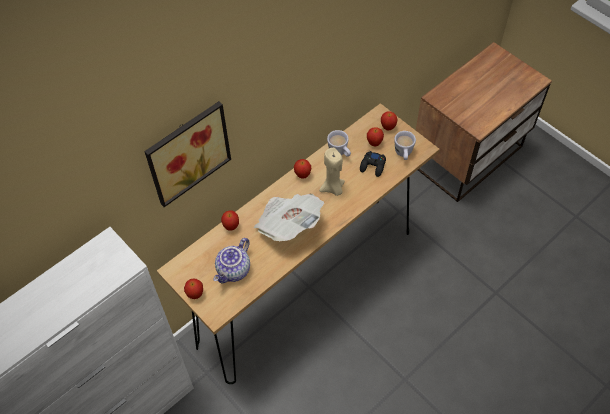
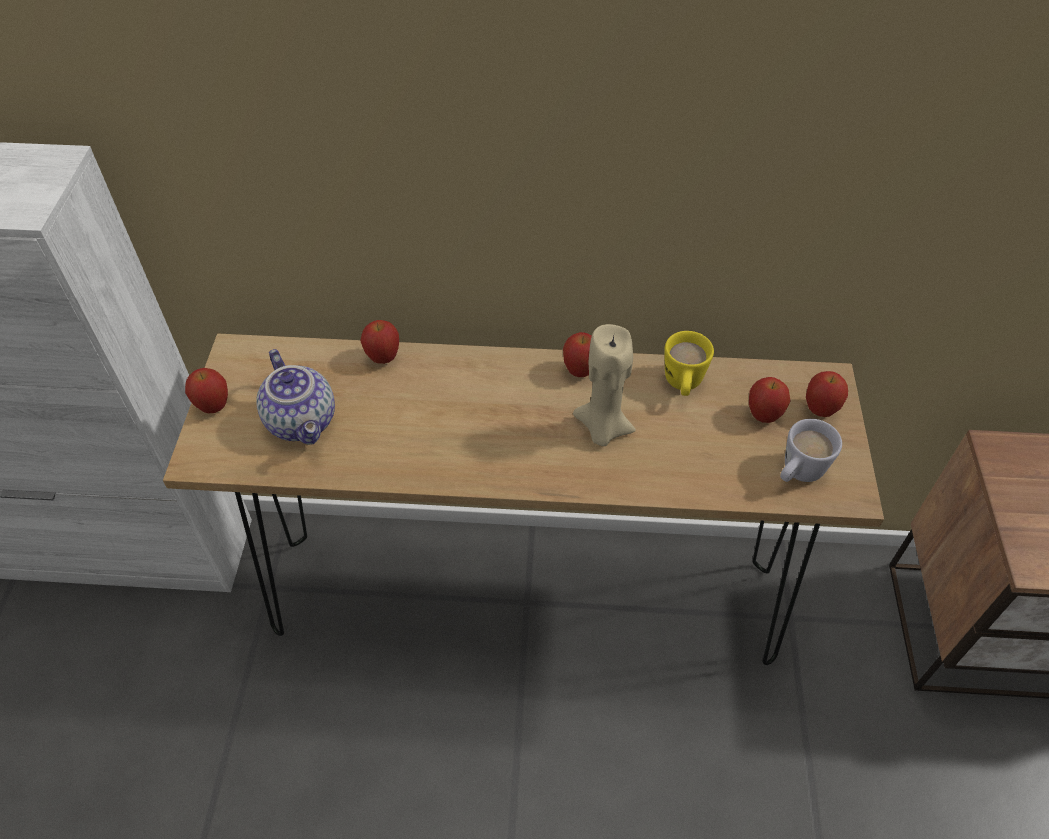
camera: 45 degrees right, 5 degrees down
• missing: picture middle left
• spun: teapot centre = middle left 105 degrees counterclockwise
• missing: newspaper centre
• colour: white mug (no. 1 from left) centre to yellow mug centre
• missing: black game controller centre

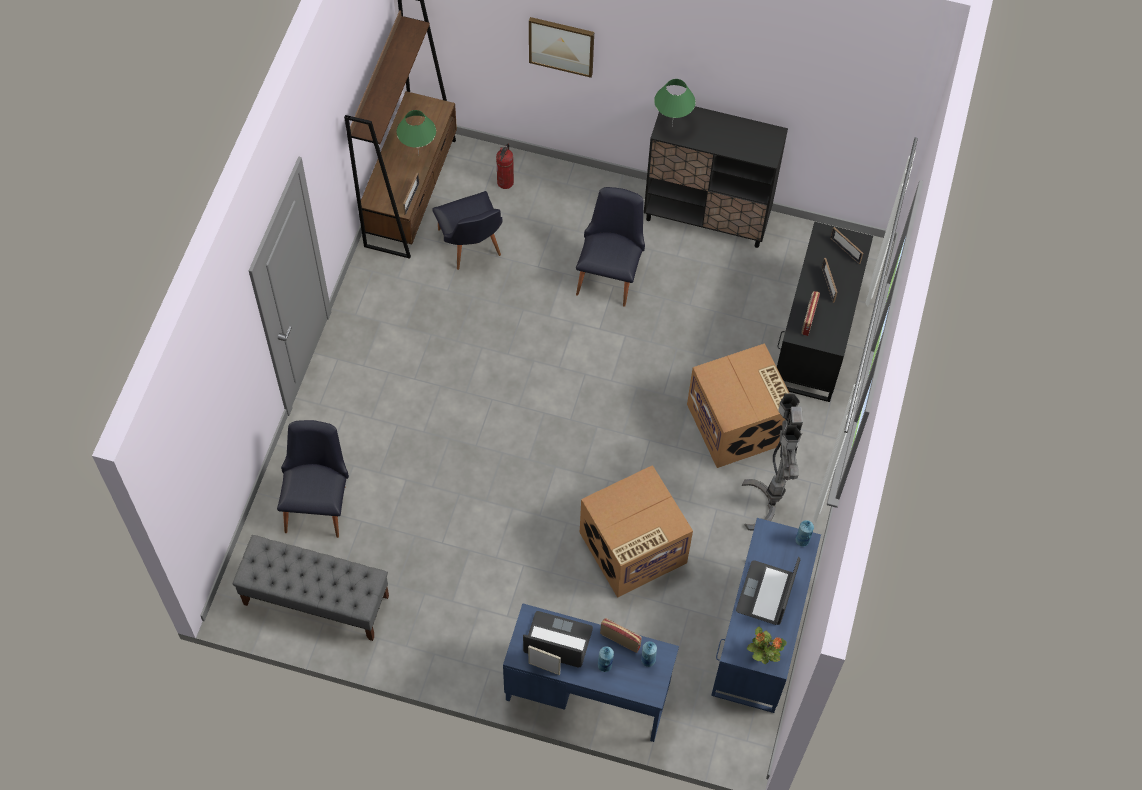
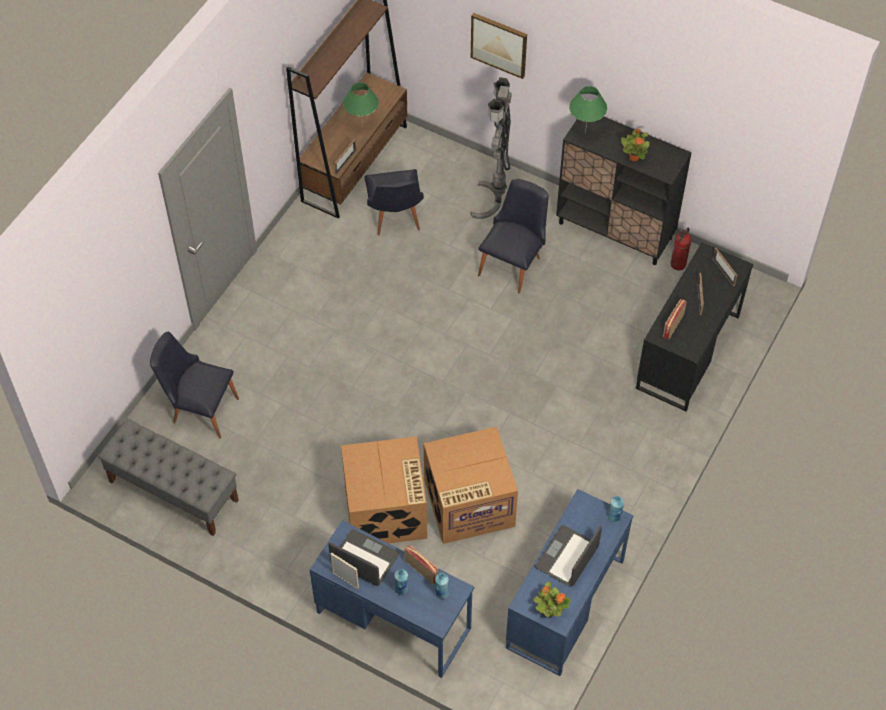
camera: 15 degrees right, 5 degrees down
• spun: black chair (no. 1 from left) middle left = middle left 90 degrees counterclockwise
• relocated: fire extinguisher top centre to middle right
• relocated: cardboard box (no. 2 from left in the first image) centre to cardboard box (no. 1 from left) bottom centre
• relocated: grey floor lamp middle right to top centre
• appeared: potted plant (no. 2 from left) top right

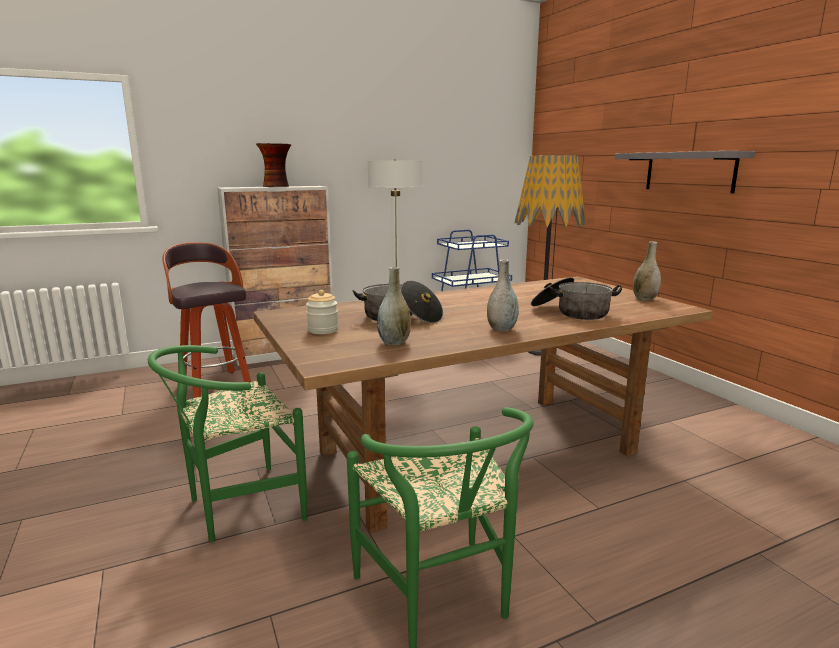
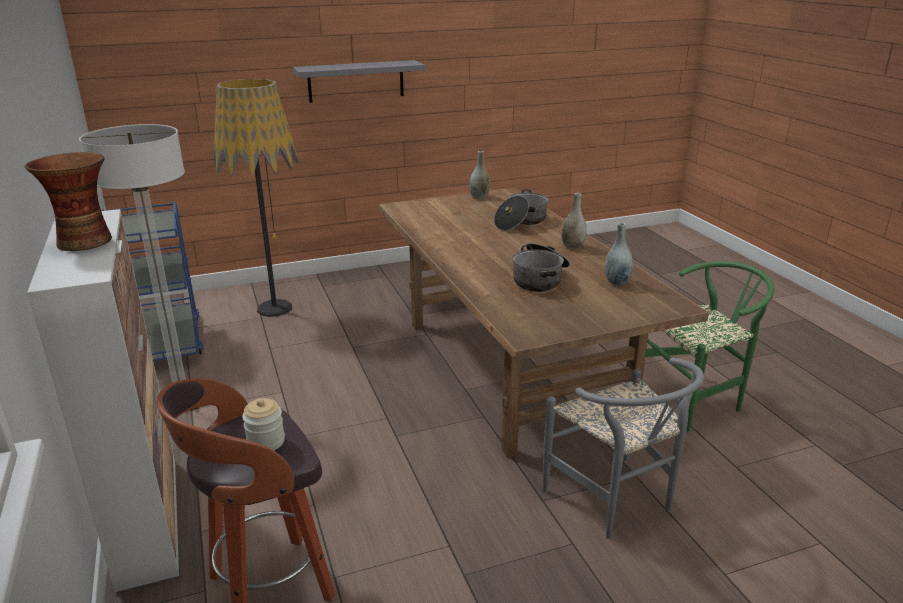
camera: 85 degrees left, 10 degrees up
• colour: green chair (no. 1 from left) bottom left to grey chair bottom right
• relocated: jar centre to bottom left

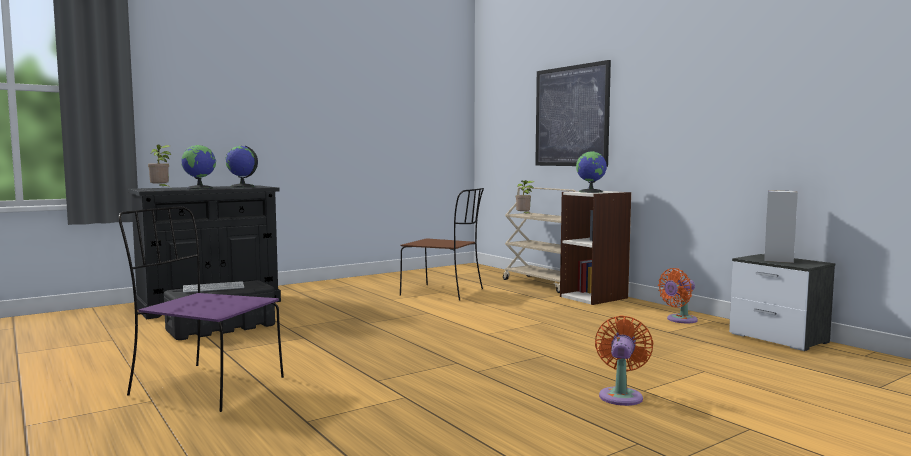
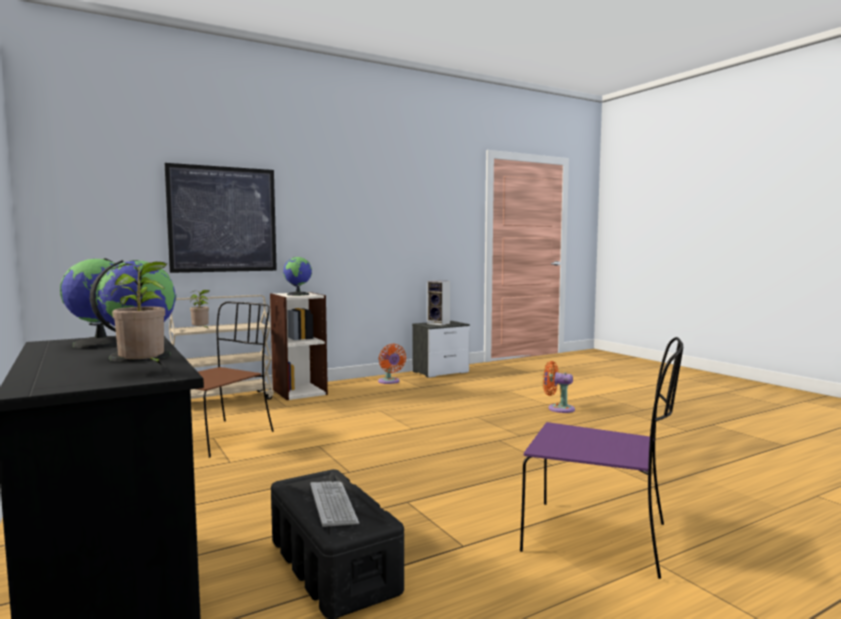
camera: 85 degrees left, 0 degrees up
• spun: purple chair bottom left = bottom right 90 degrees counterclockwise

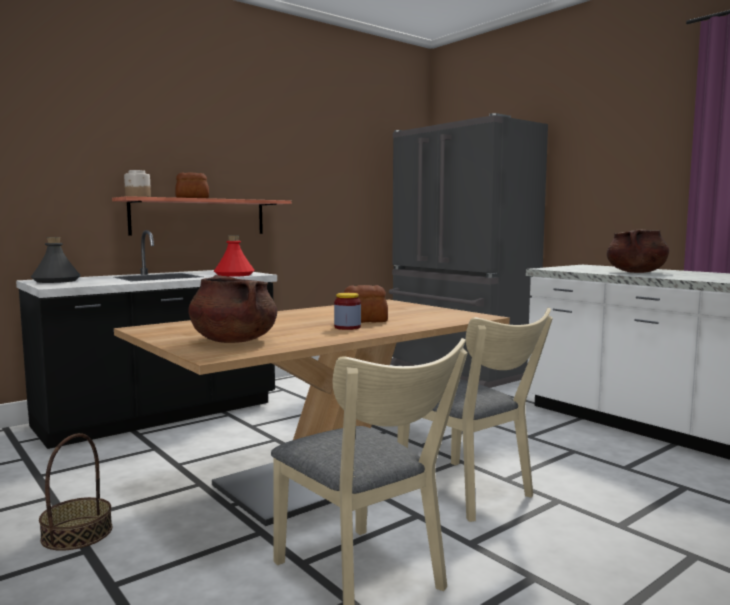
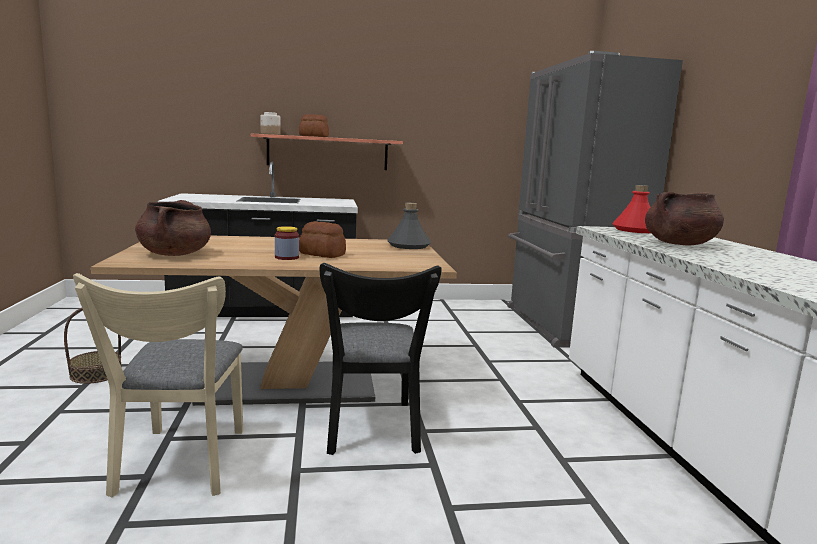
camera: 30 degrees right, 5 degrees up
• relocated: grey bottle middle left to centre
• relocated: red bottle middle left to middle right
• colour: beige chair (no. 2 from left) bottom centre to black chair centre

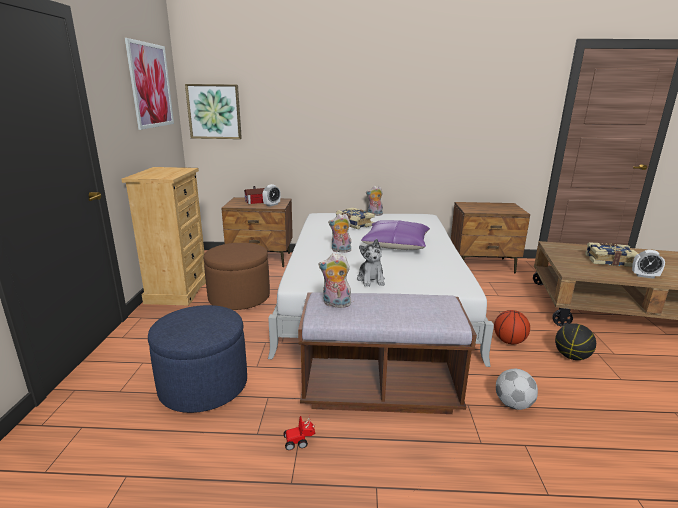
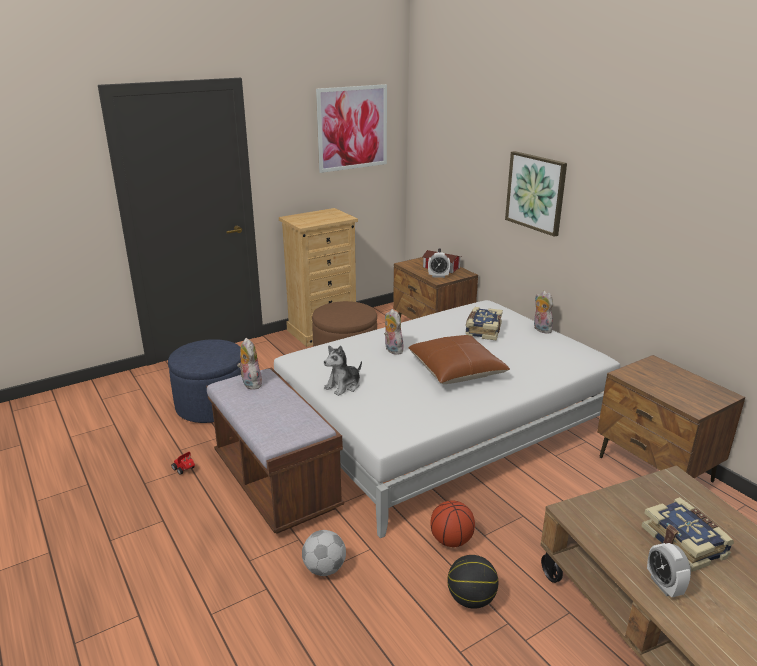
camera: 55 degrees right, 5 degrees up
• relocated: picture (no. 2 from left) top left to top right
• colour: purple pillow centre to brown pillow centre

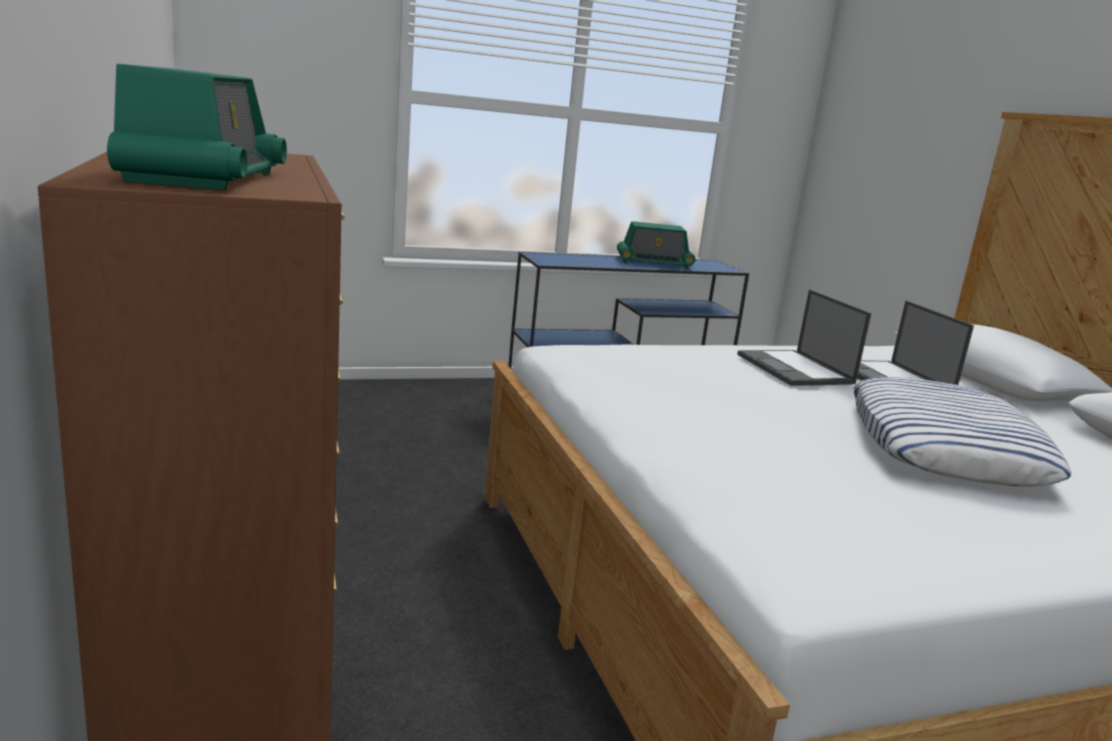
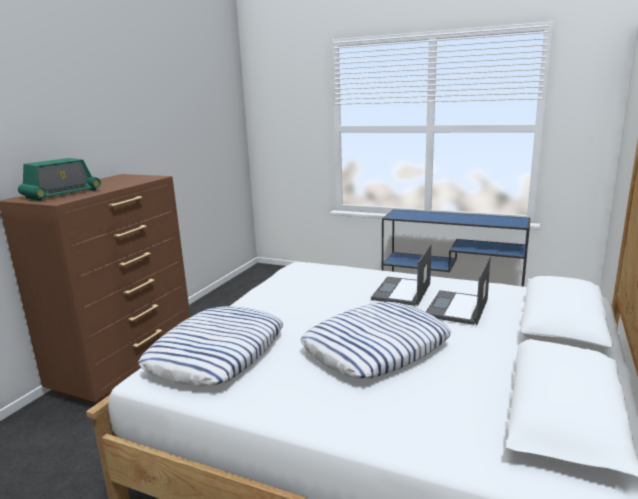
camera: 45 degrees right, 0 degrees up
• missing: radio (no. 2 from left) top centre
• appeared: pillow (no. 1 from left) bottom left

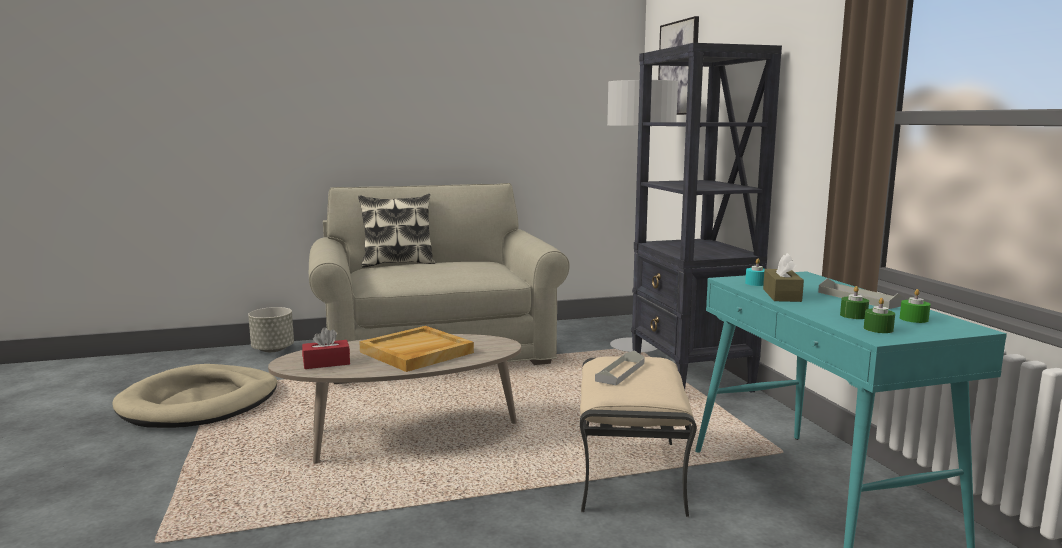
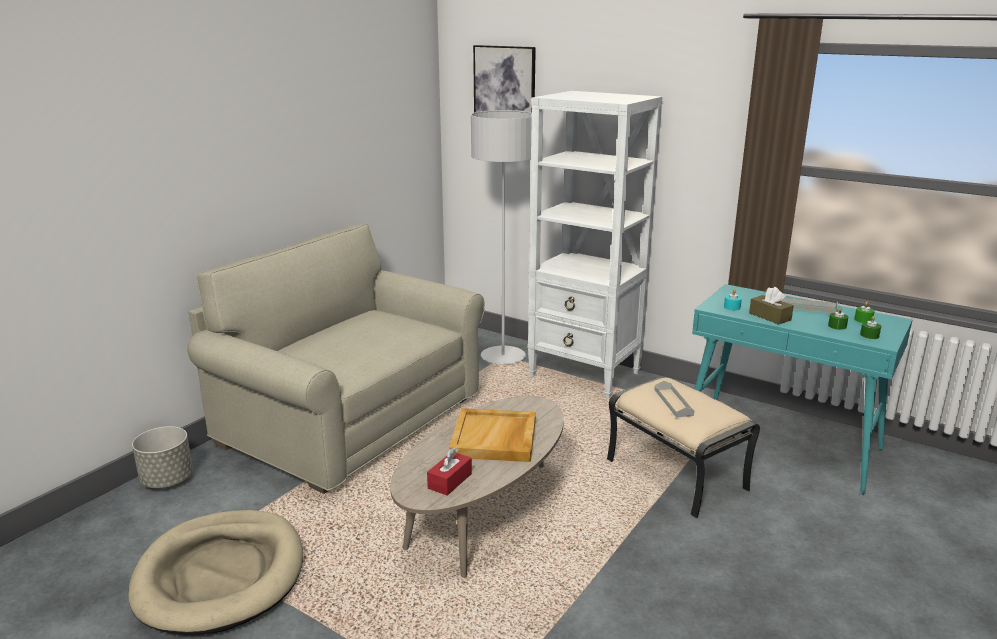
camera: 40 degrees left, 10 degrees up
• missing: pillow centre
• colour: black bookcase centre to white bookcase centre

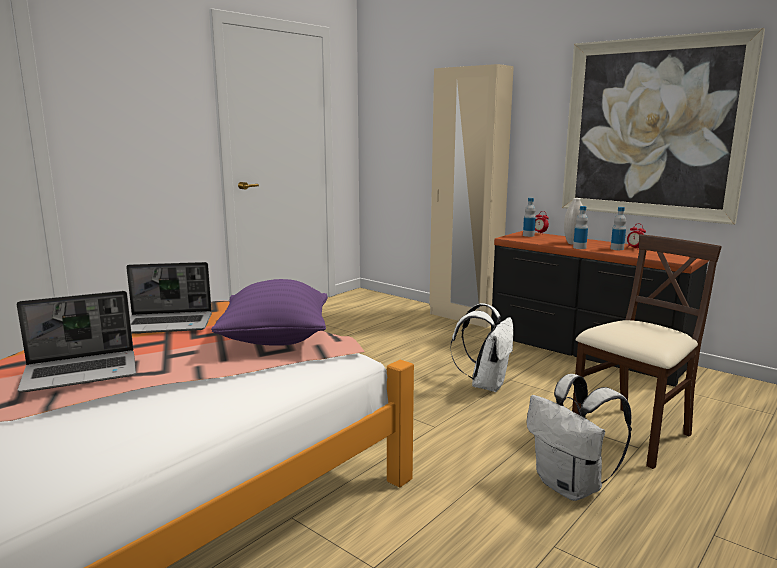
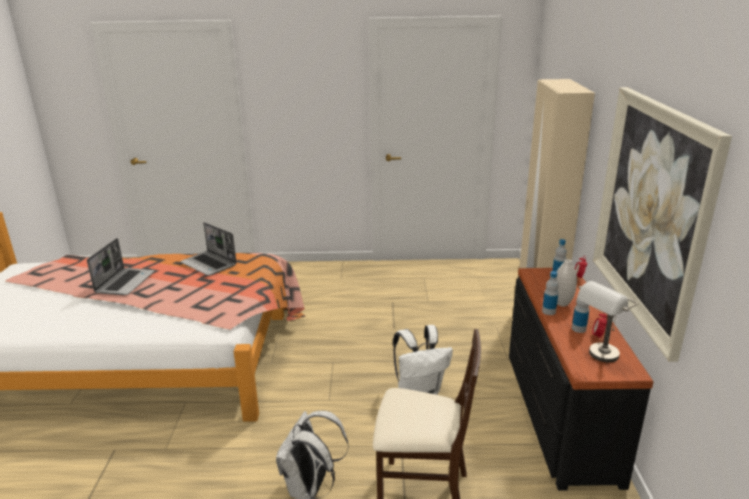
camera: 50 degrees right, 10 degrees up
• spun: laptop (no. 1 from left) middle left = middle left 105 degrees counterclockwise
• missing: purple pillow centre
• appeared: grey table lamp middle right

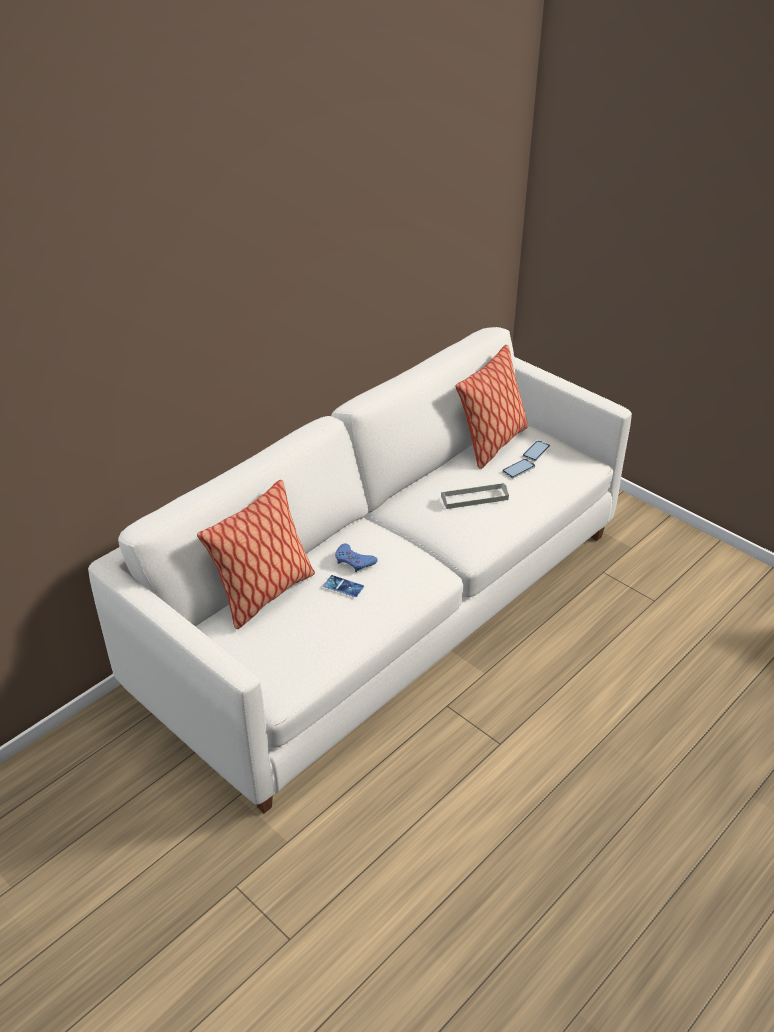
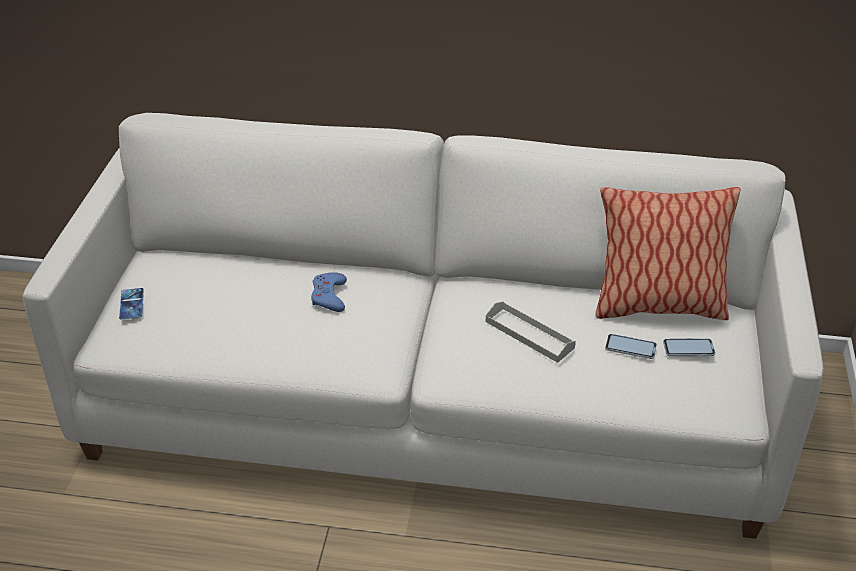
camera: 55 degrees right, 0 degrees up
• missing: pillow (no. 1 from left) middle left
• relocated: phone (no. 1 from left) centre to middle left

